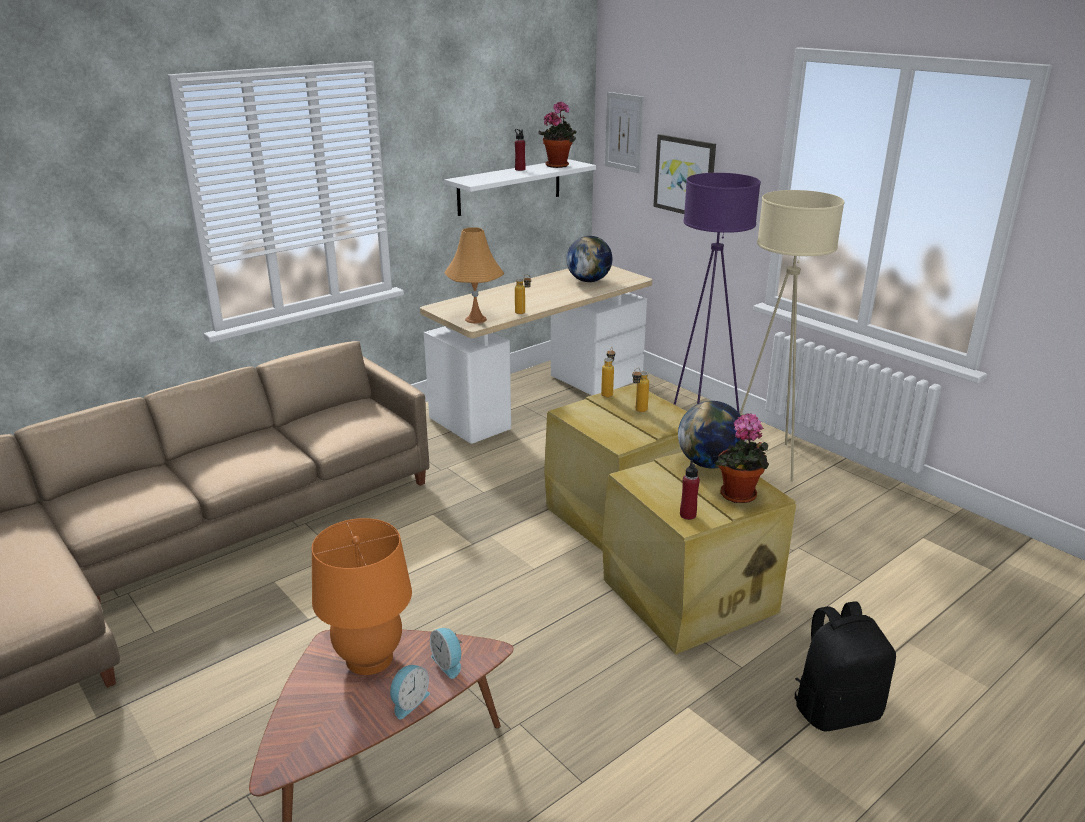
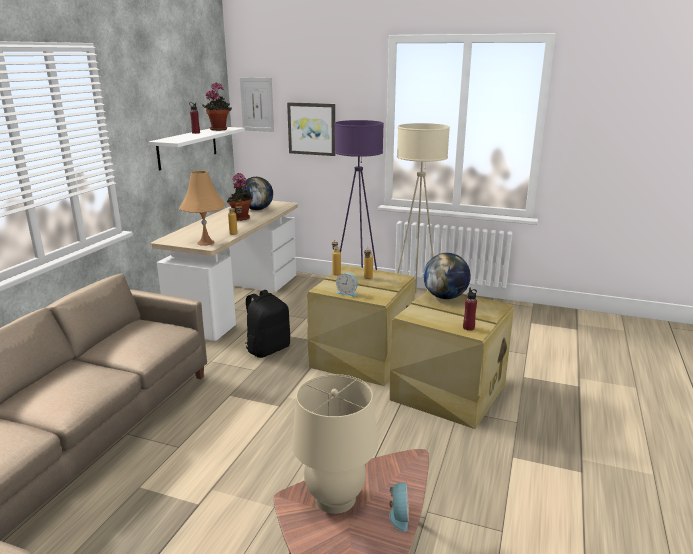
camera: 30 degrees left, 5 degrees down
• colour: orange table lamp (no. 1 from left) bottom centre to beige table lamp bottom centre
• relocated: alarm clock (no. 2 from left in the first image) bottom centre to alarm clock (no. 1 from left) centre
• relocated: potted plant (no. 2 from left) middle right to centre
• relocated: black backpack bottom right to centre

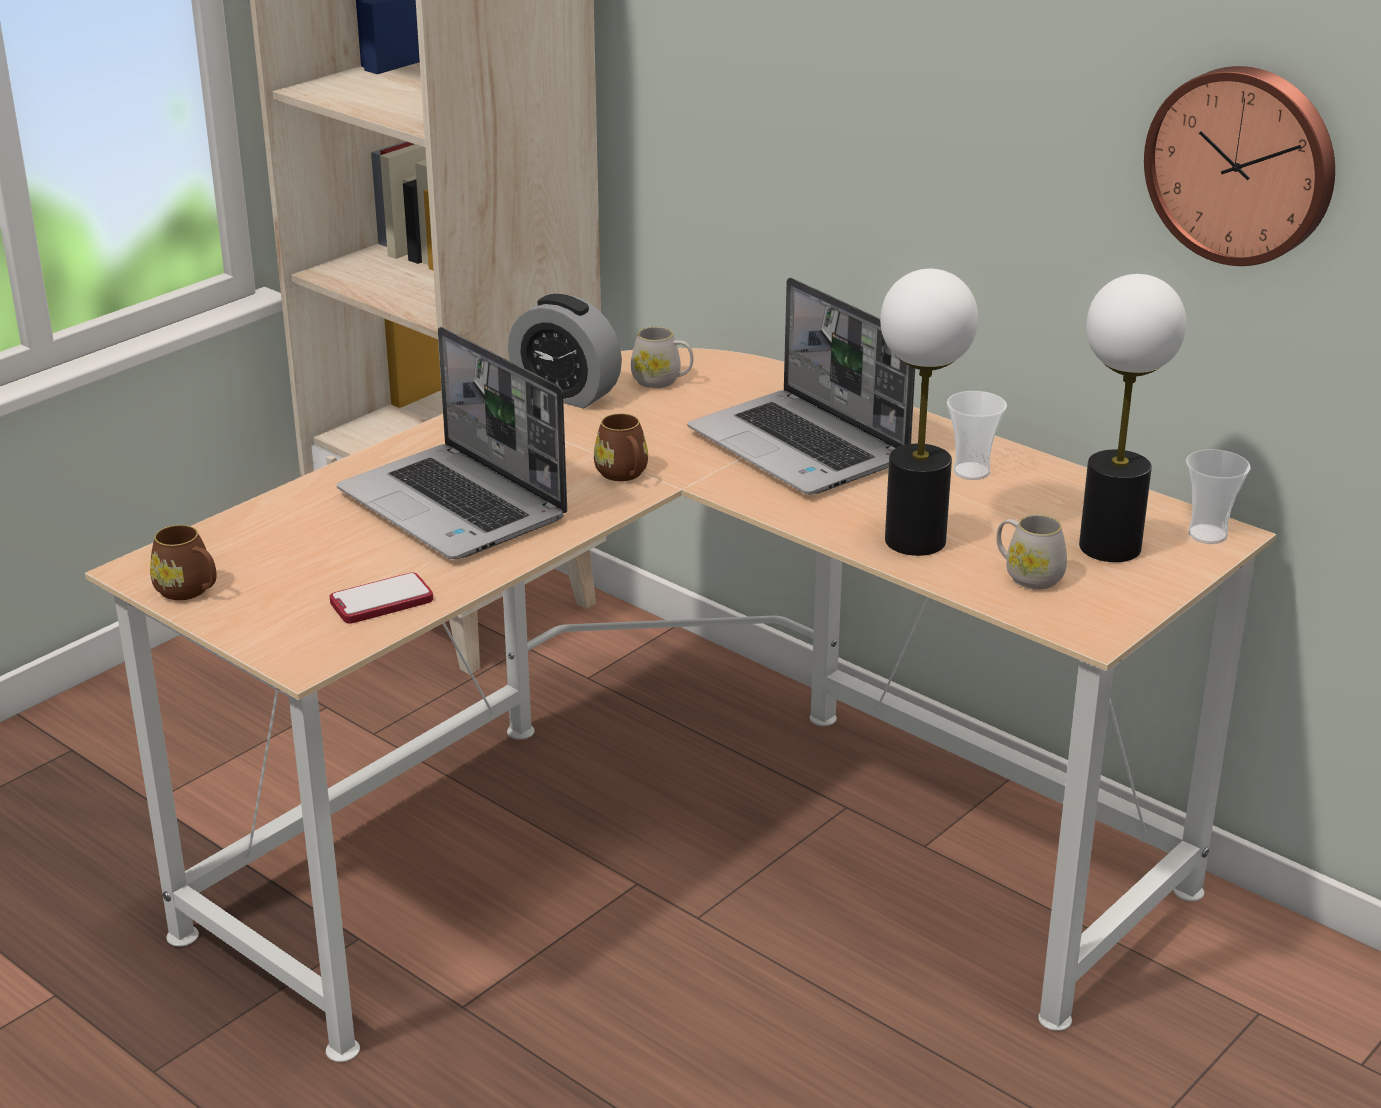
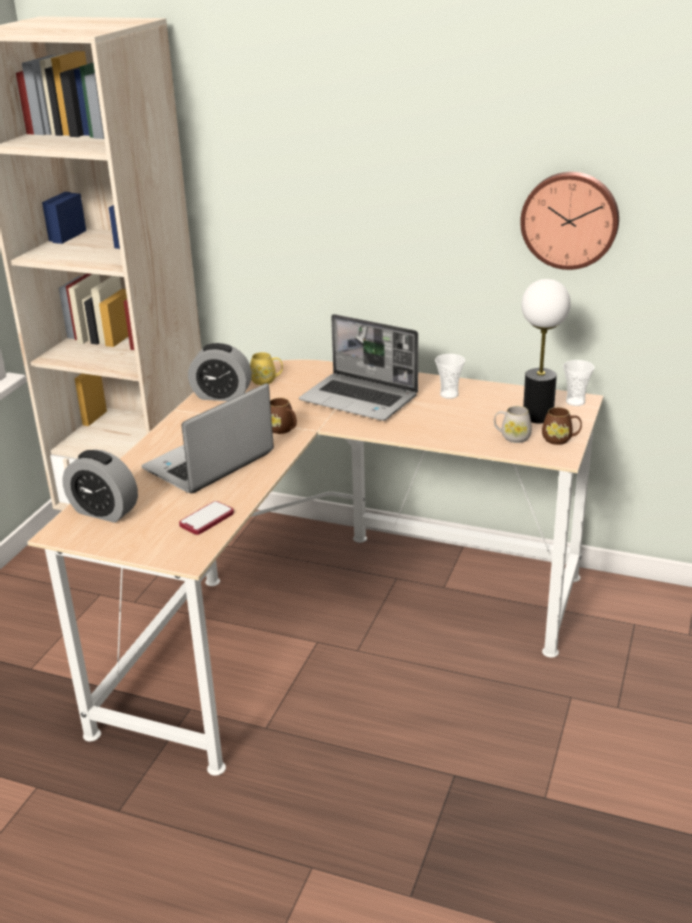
camera: 20 degrees left, 0 degrees up
• relocated: brown mug (no. 1 from left in the first image) middle left to brown mug (no. 2 from left) middle right
• spun: laptop (no. 1 from left) middle left = middle left 105 degrees clockwise
• colour: white mug (no. 1 from left) top centre to yellow mug centre
• missing: table lamp (no. 1 from left) middle right
• appeared: alarm clock (no. 1 from left) middle left

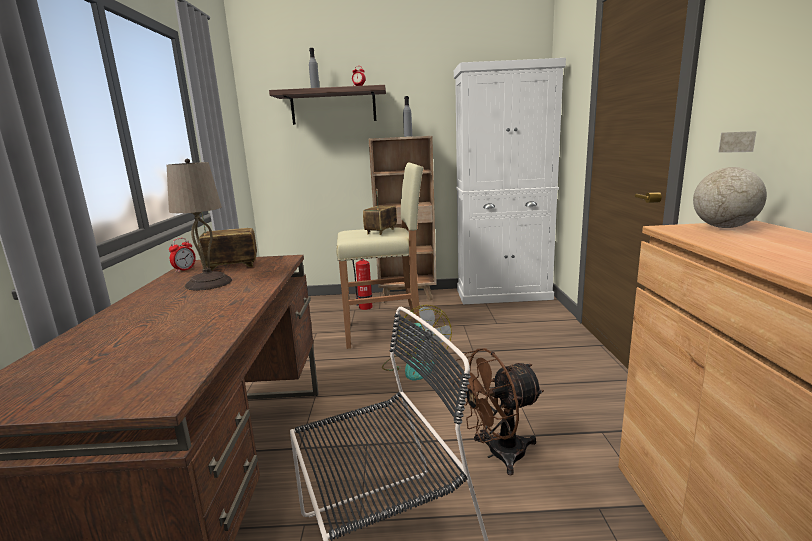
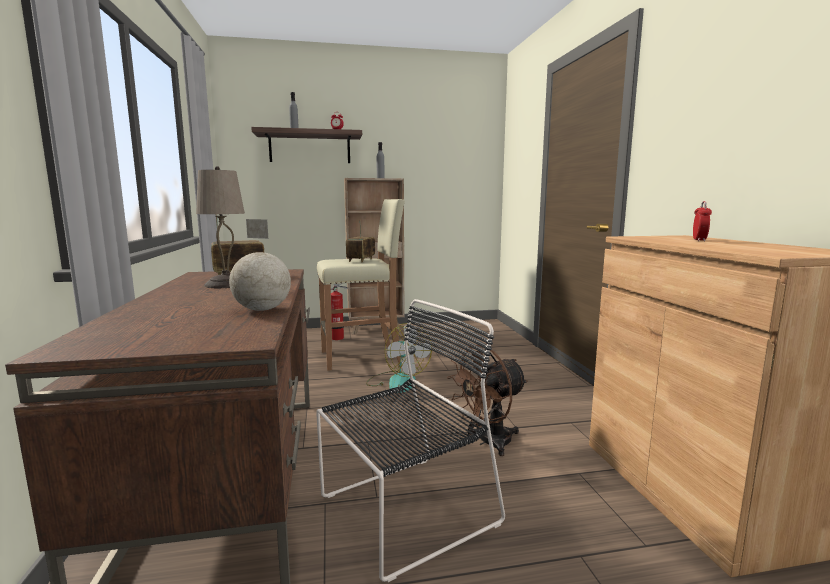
camera: 10 degrees left, 5 degrees down
• relocated: alarm clock (no. 1 from left in the first image) middle left to alarm clock (no. 2 from left) middle right
• missing: white cabinet centre
• relocated: globe top right to middle left

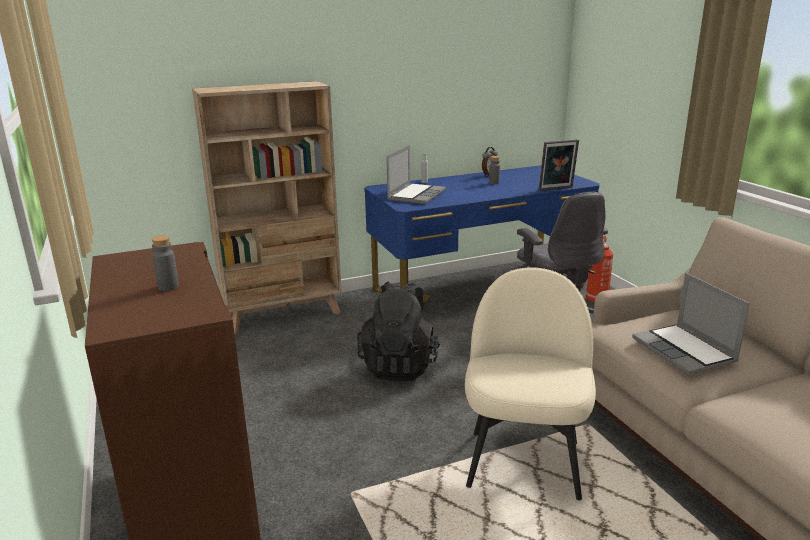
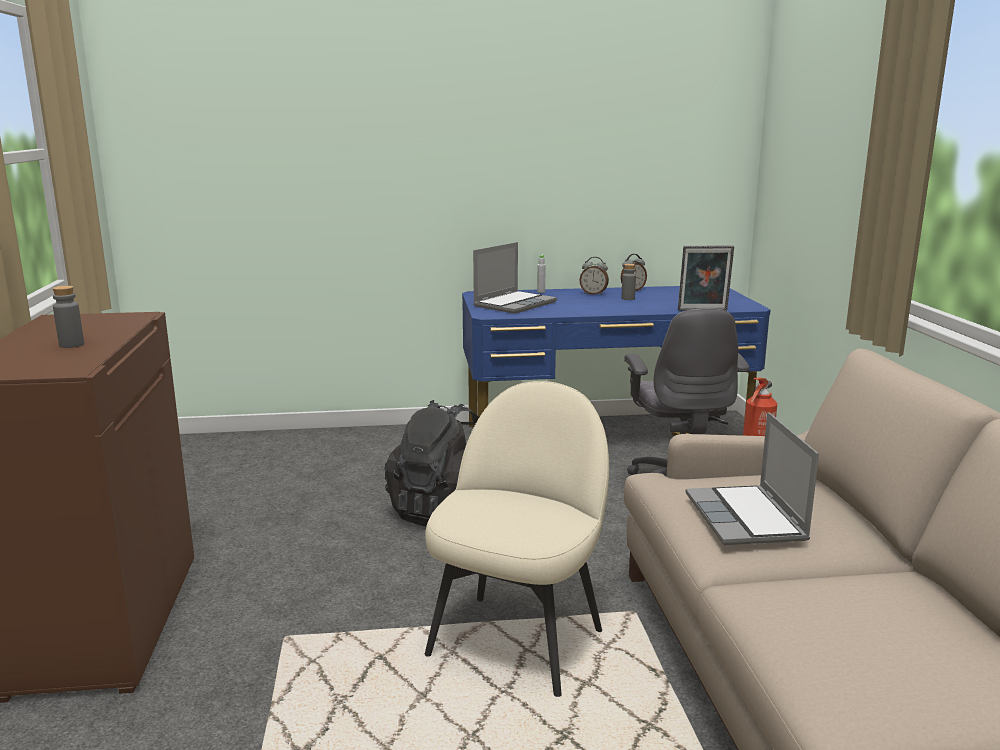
camera: 15 degrees right, 5 degrees down
• missing: beige bookcase middle left
• appeared: alarm clock (no. 1 from left) centre

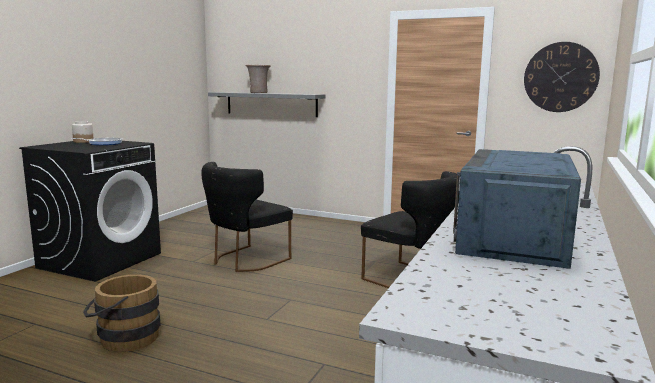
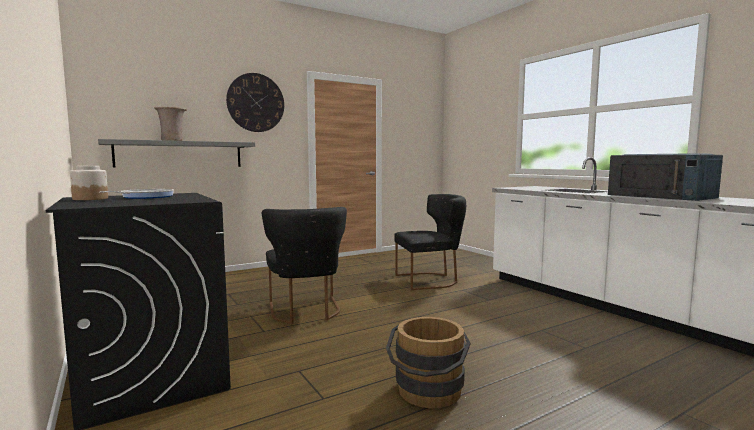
camera: 55 degrees left, 5 degrees down
• relocated: wall clock top right to top centre

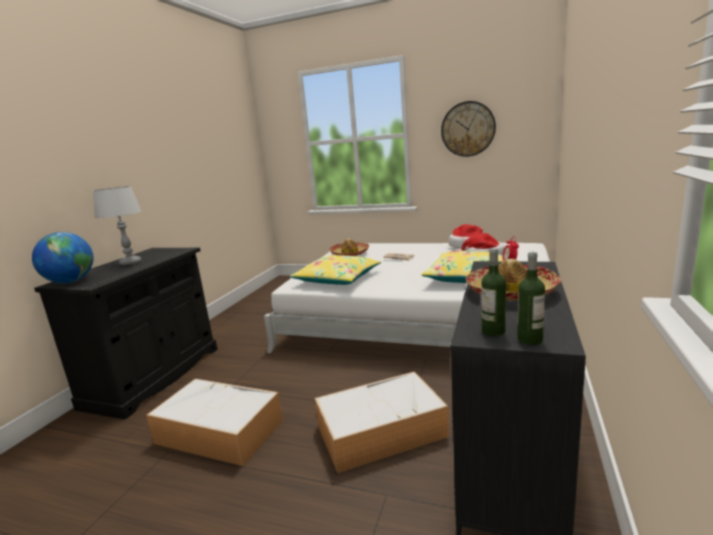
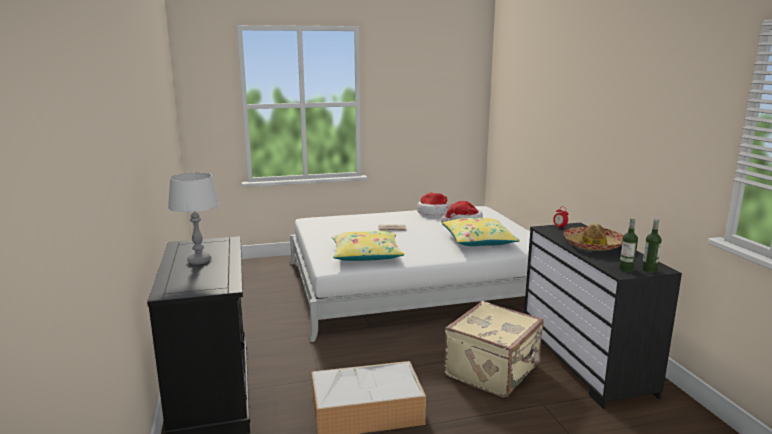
camera: 35 degrees left, 0 degrees up
• missing: globe middle left
• exchanged: storage box (no. 2 from left) bottom centre to beige suitcase bottom centre
• missing: hat (no. 1 from left) centre
• missing: wall clock top centre

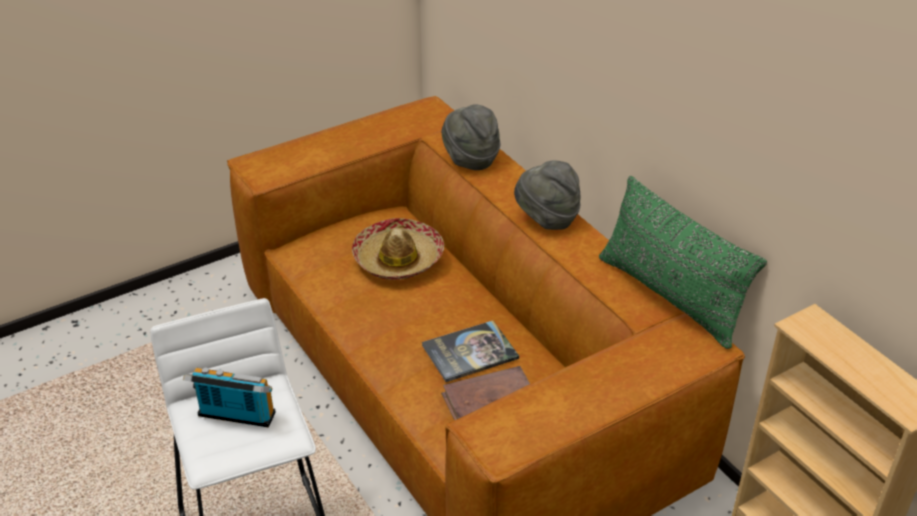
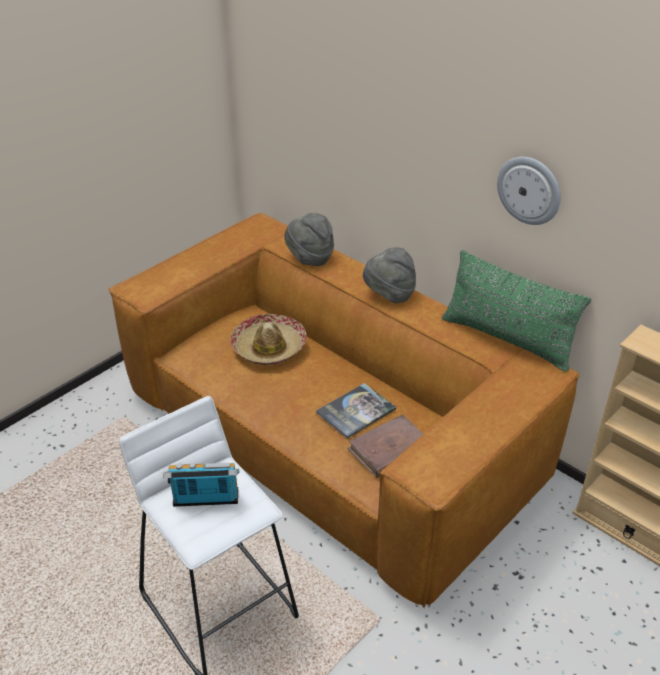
camera: 15 degrees left, 0 degrees up
• appeared: wall clock top right

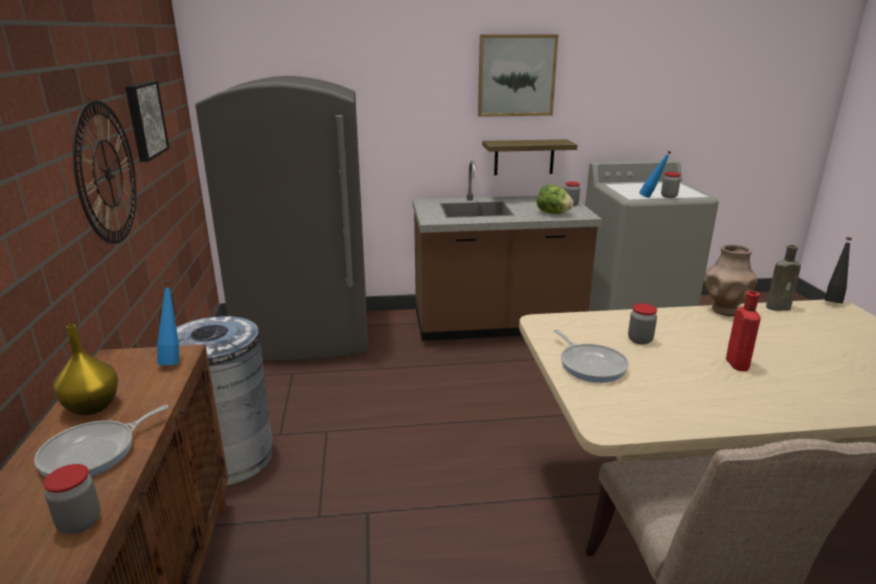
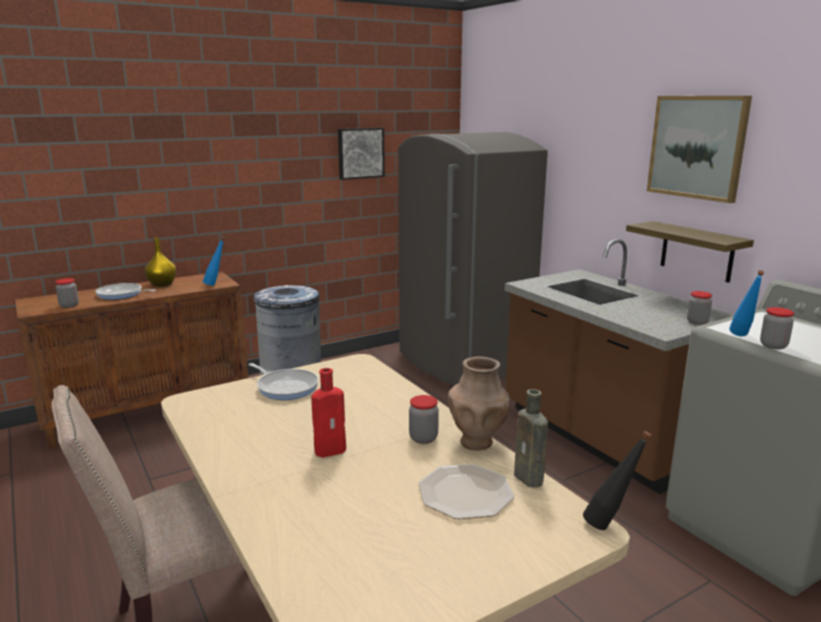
camera: 65 degrees right, 5 degrees down
• missing: wall clock top left
• missing: lettuce centre
• spun: frying pan (no. 2 from left) middle right = centre 90 degrees counterclockwise
• relocated: jar (no. 3 from left in the first image) middle right to jar (no. 2 from left) bottom centre
• appeared: plate bottom centre

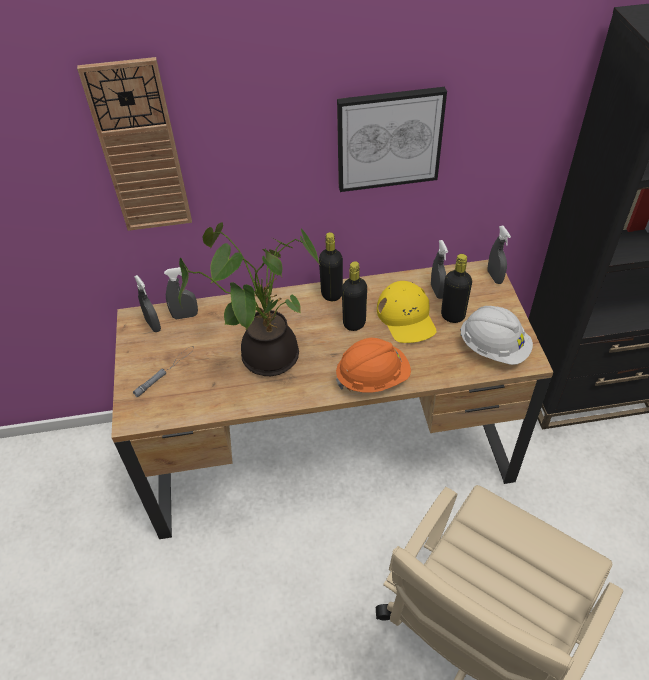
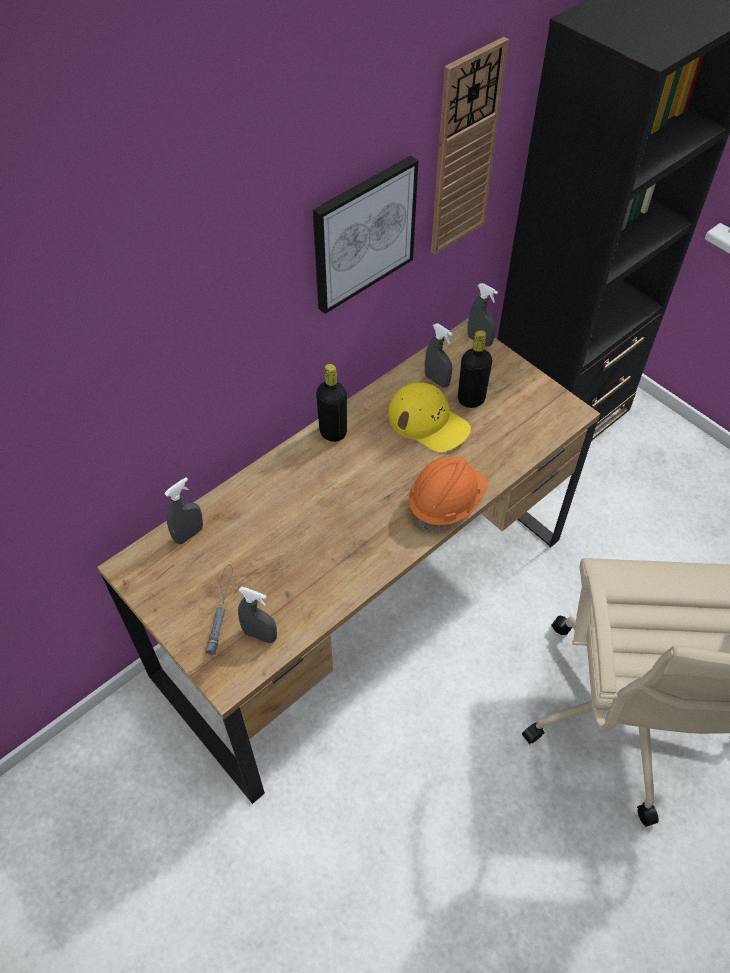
camera: 35 degrees left, 5 degrees up
• relocated: wall clock top left to top centre
• relocated: grey spray bottle (no. 1 from left in the first image) middle left to grey spray bottle (no. 2 from left) centre
• missing: potted plant centre
• missing: black bottle (no. 2 from left) centre
• missing: white hard hat middle right

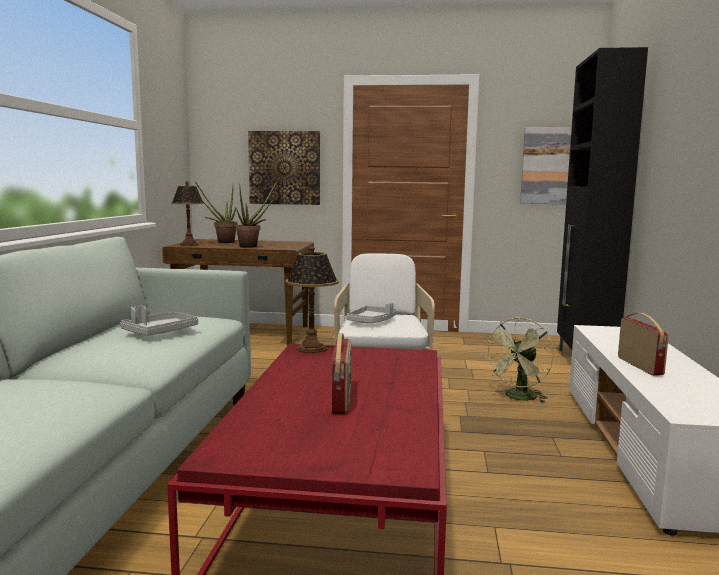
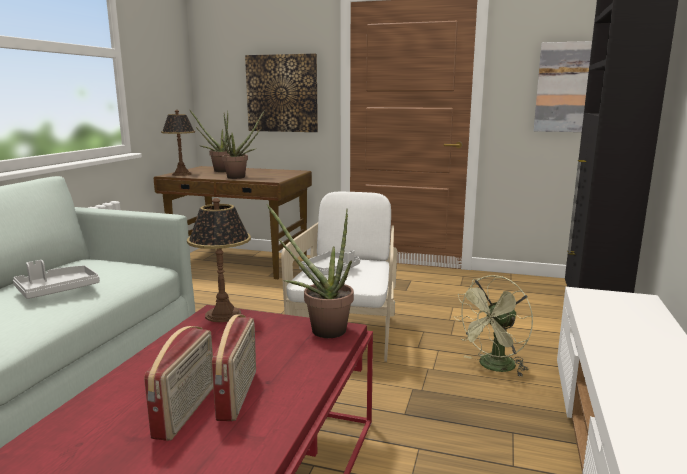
camera: 10 degrees right, 5 degrees up
• relocated: radio (no. 2 from left) middle right to bottom centre
• appeared: potted plant (no. 3 from left) centre

